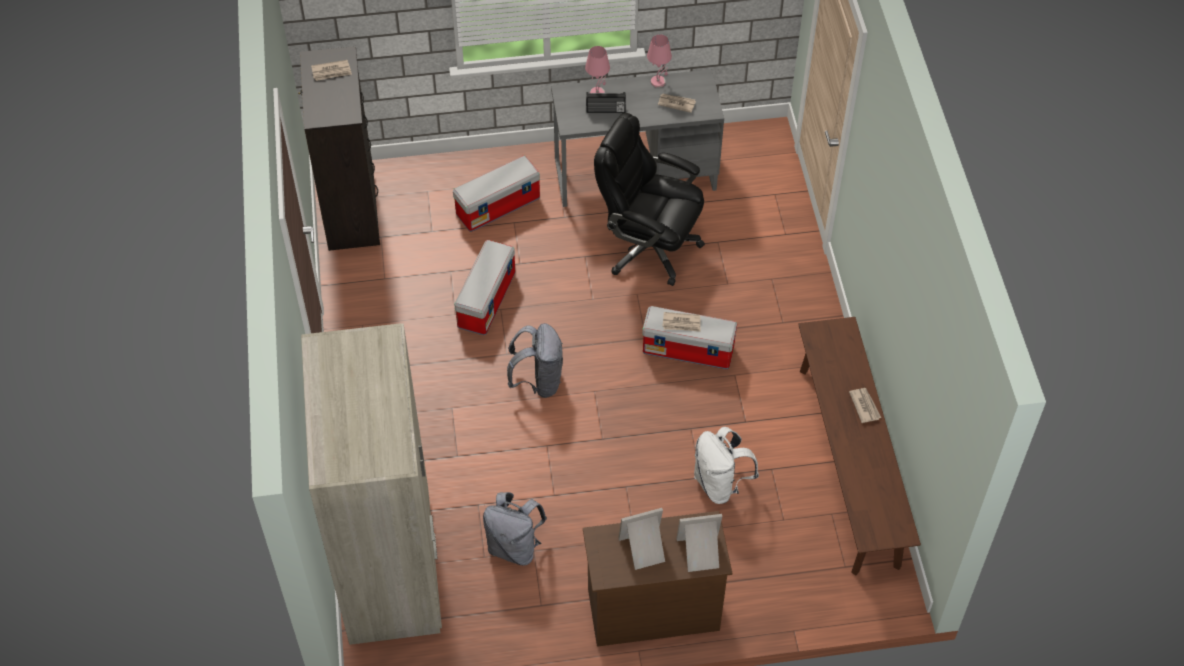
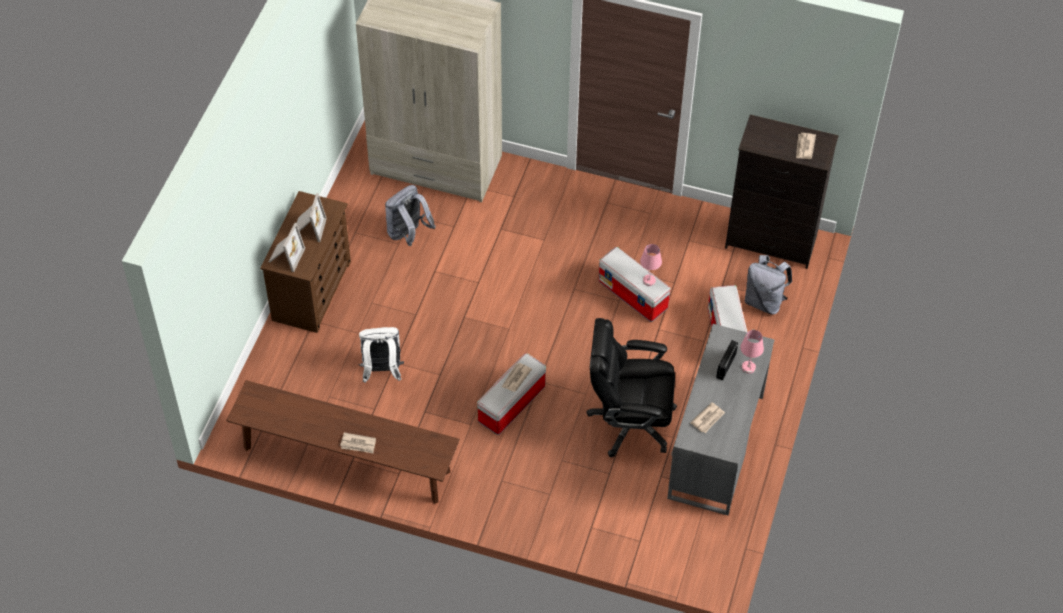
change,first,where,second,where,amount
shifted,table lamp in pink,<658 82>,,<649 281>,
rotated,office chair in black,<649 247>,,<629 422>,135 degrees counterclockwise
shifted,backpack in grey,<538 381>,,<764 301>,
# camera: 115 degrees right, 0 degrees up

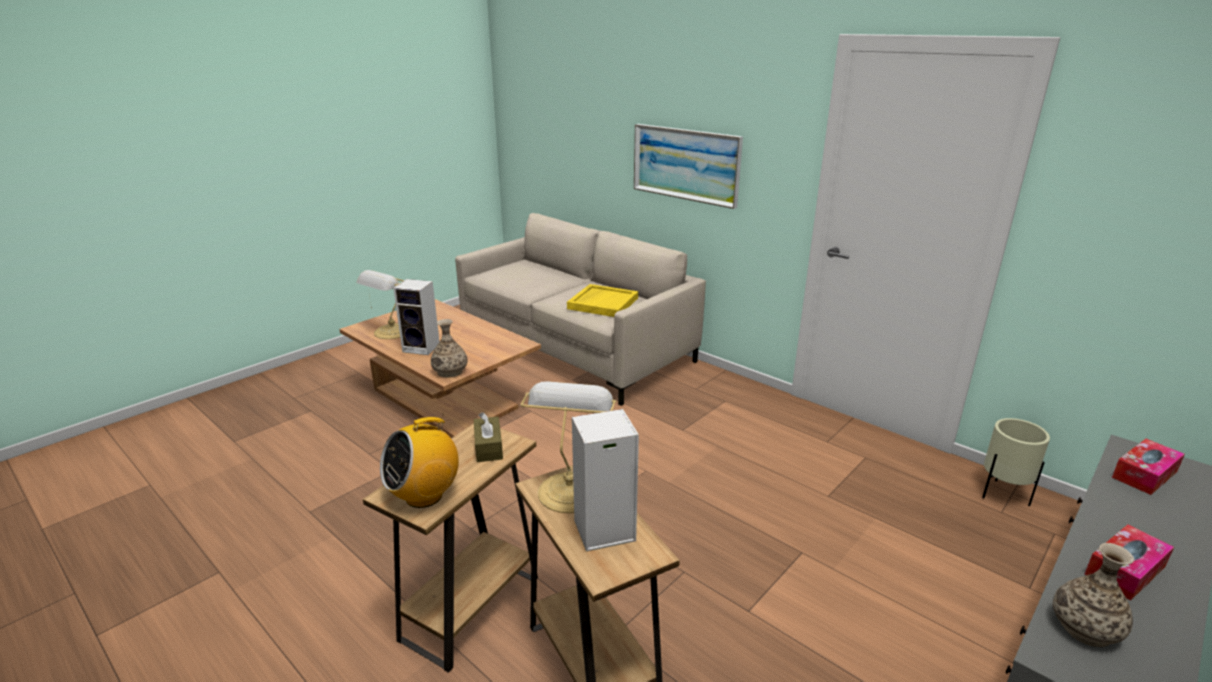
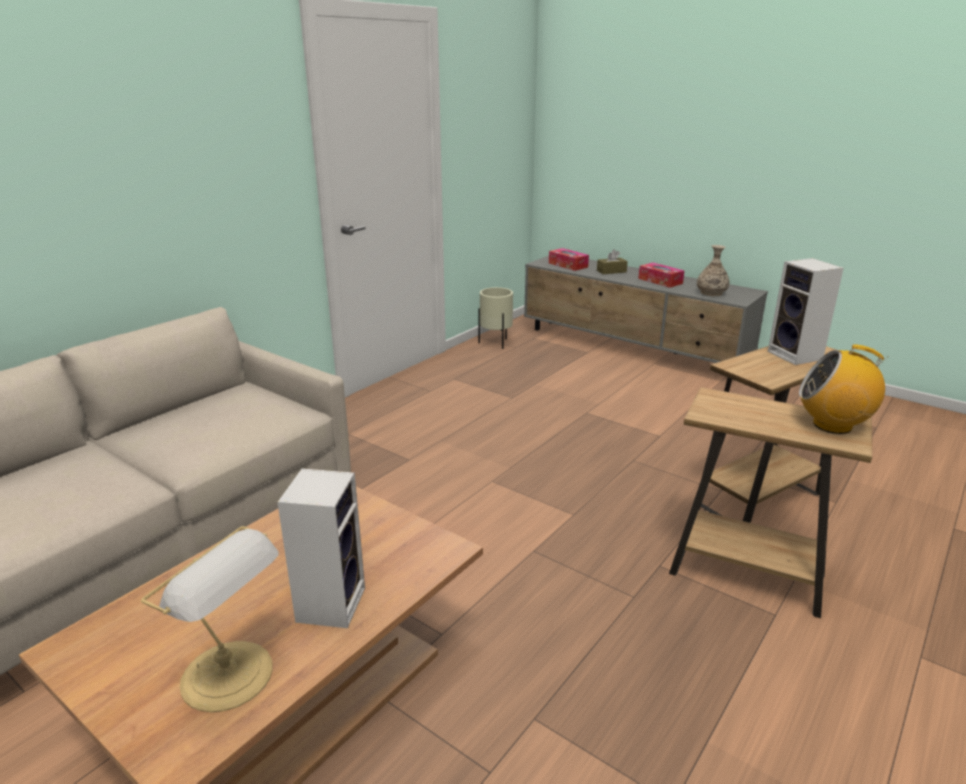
change,first,where,second,where,amount
gone,picture,<686 164>,,,
gone,tray in yellow,<602 303>,,,
gone,vase,<450 371>,,,
gone,table lamp,<570 489>,,,
shifted,tissue box in brown,<488 447>,,<611 271>,
rotated,radio,<424 495>,,<833 425>,150 degrees clockwise
# camera: 95 degrees left, 0 degrees up

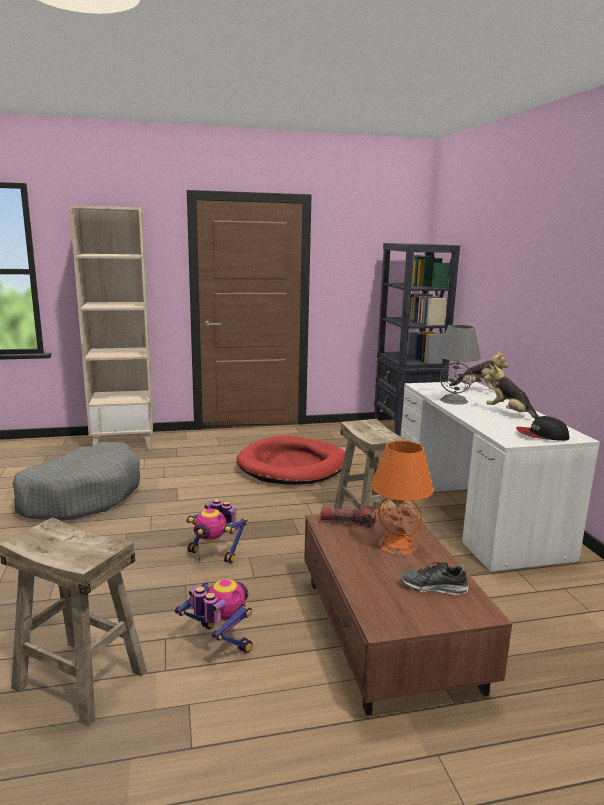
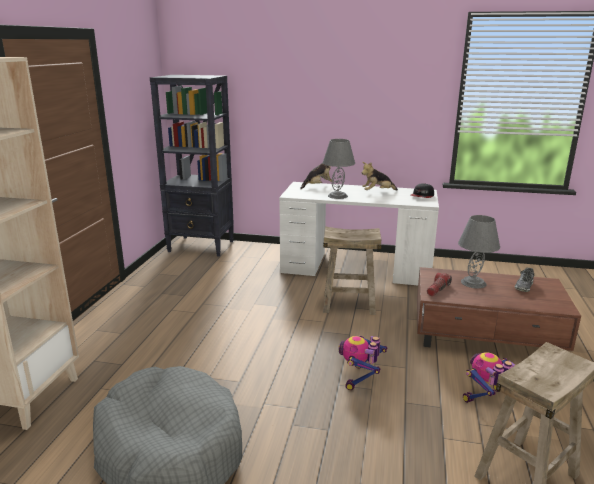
change,first,where,second,where,amount
gone,dog bed in red,<293 465>,,,
repainted,table lamp in orange,<397 545>,table lamp in grey,<473 283>,
rotated,toy robot,<215 553>,,<360 378>,150 degrees clockwise
# camera: 65 degrees left, 5 degrees up

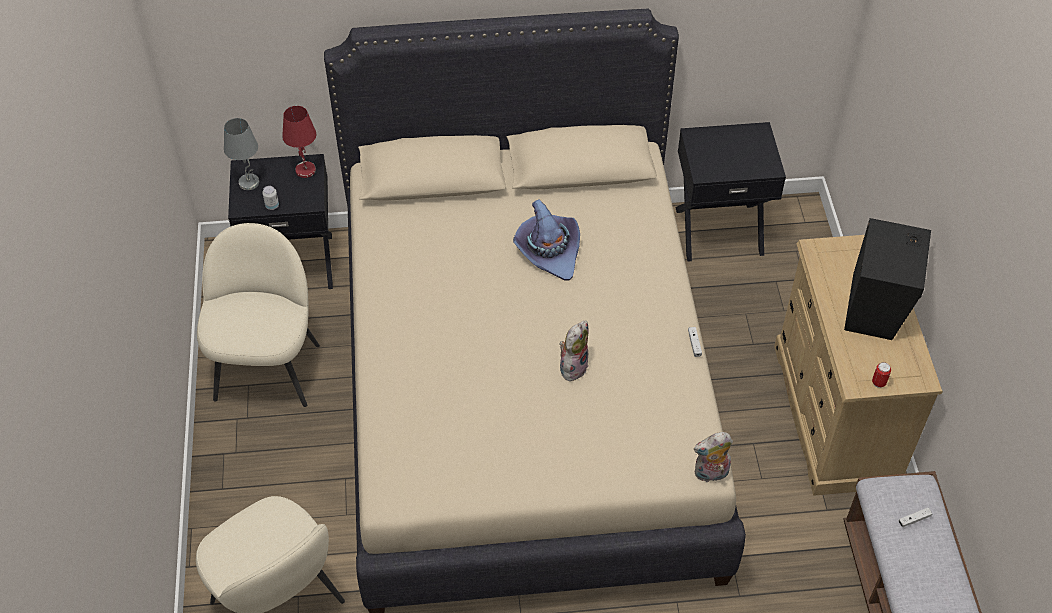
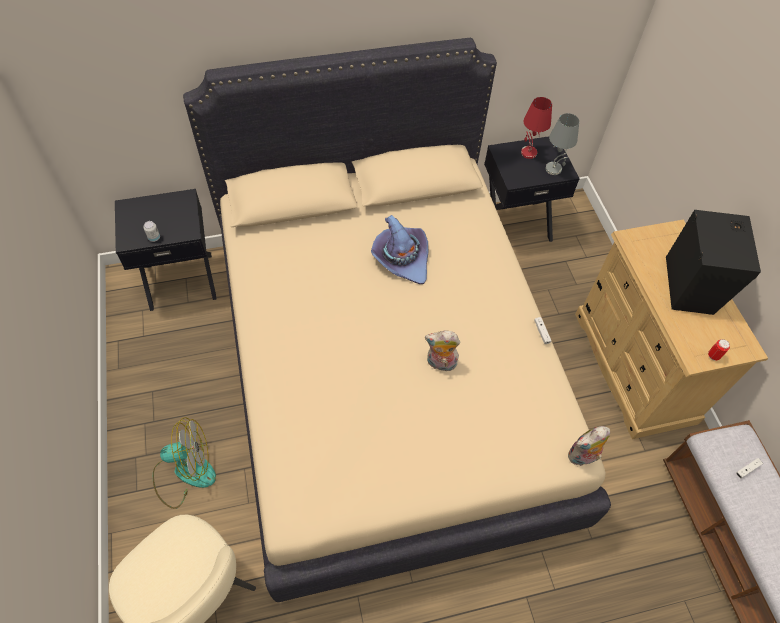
change,first,where,second,where,amount
shifted,table lamp in red,<305 170>,,<528 153>,
shifted,table lamp in grey,<249 183>,,<554 169>,
gone,chair in beige,<268 369>,,,
rotated,plush toy,<572 366>,,<440 364>,105 degrees counterclockwise
new,,,fan,<184 472>,
# camera: 10 degrees left, 5 degrees up

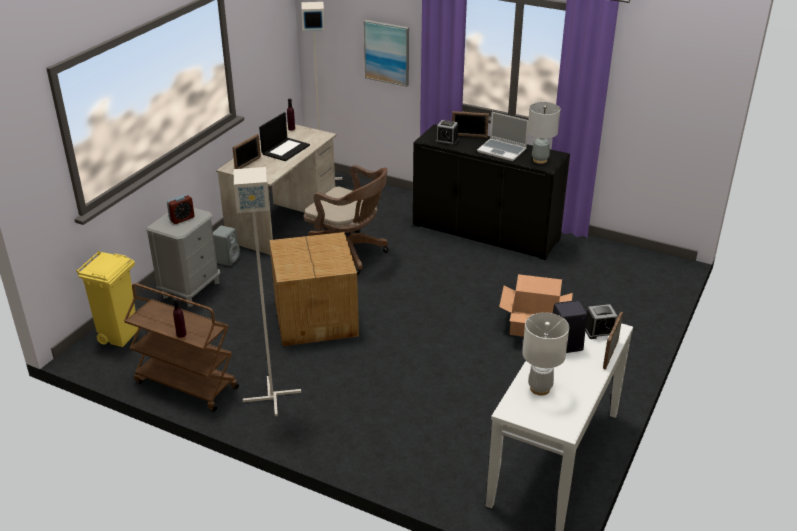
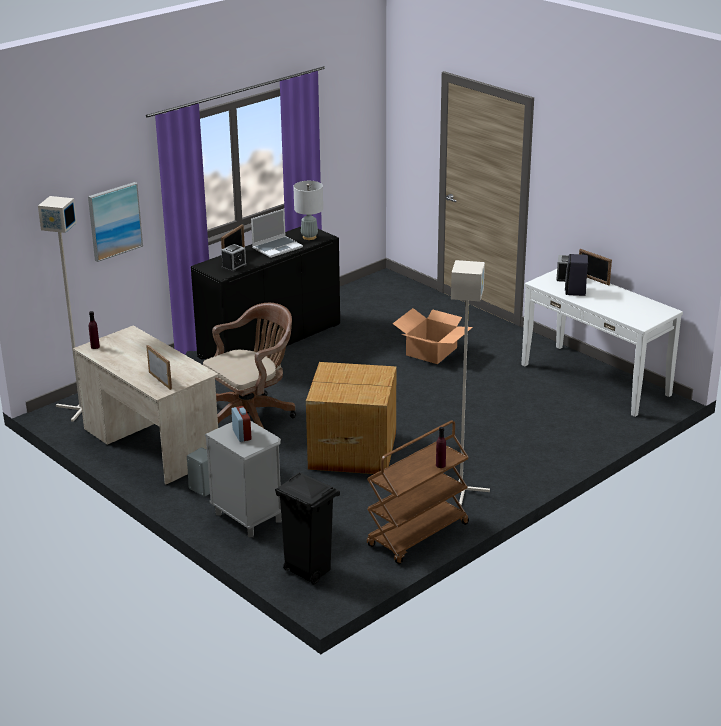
change,first,where,second,where,amount
gone,laptop,<285 149>,,,
repainted,trash can in yellow,<119 336>,trash can in black,<308 571>,
gone,table lamp in white,<540 388>,,,
# camera: 70 degrees left, 5 degrees down

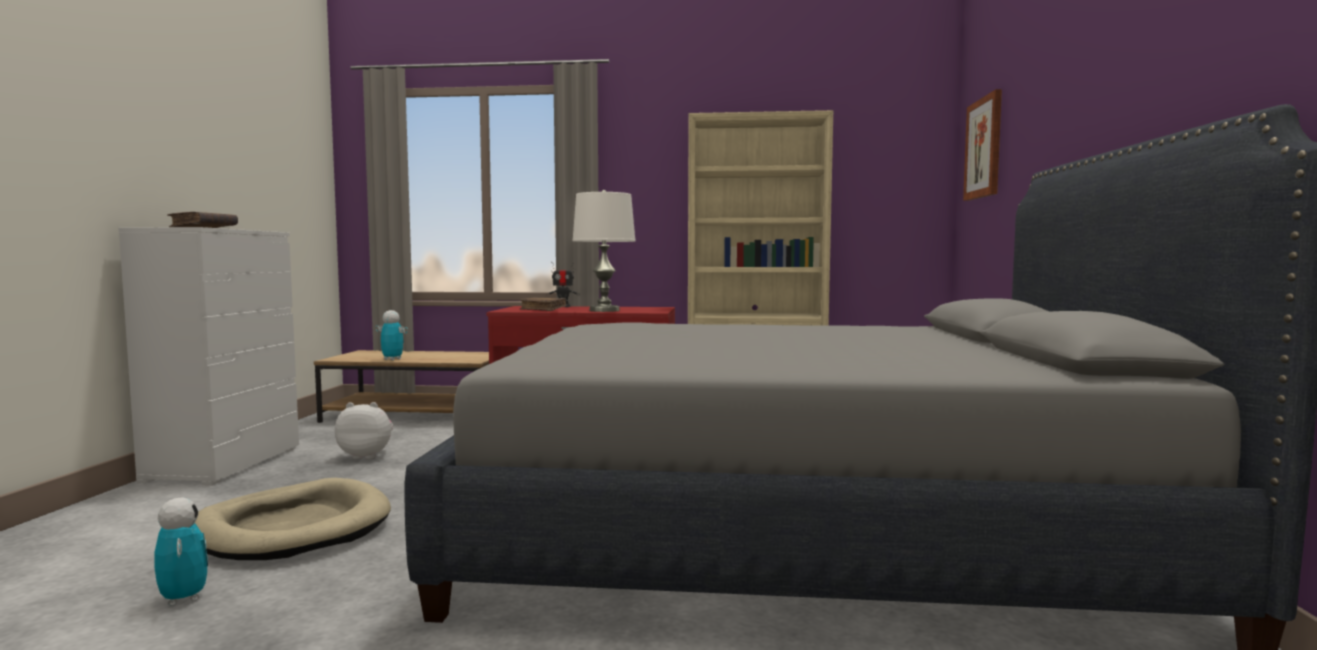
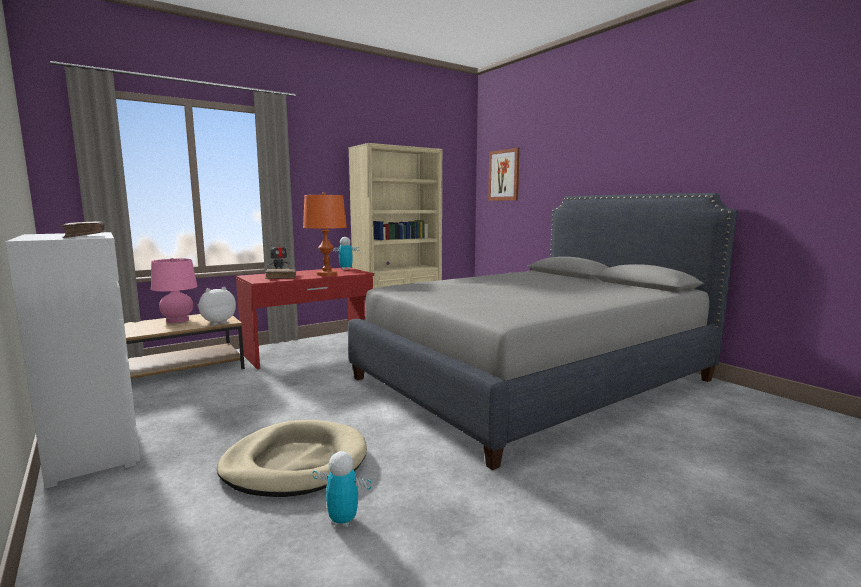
change,first,where,second,where,amount
repainted,table lamp in white,<604 310>,table lamp in orange,<327 274>,
shifted,toy robot,<392 359>,,<345 269>,
shifted,plush toy,<367 456>,,<217 322>,
new,,,table lamp in pink,<177 320>,
# camera: 40 degrees left, 5 degrees up

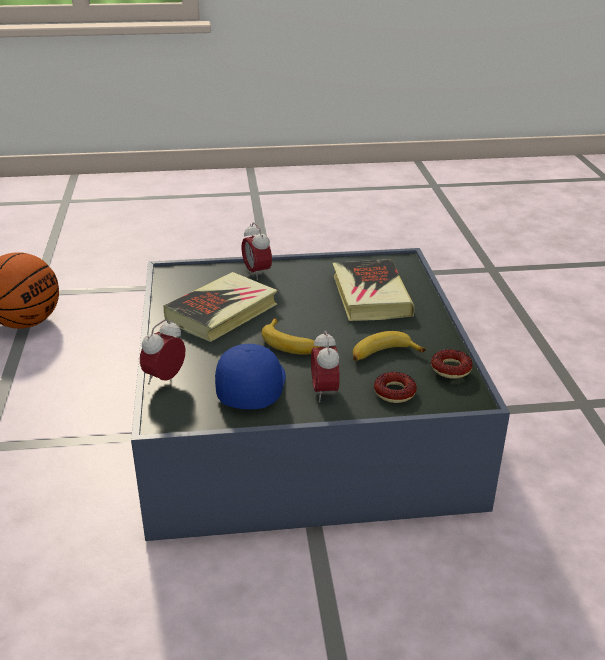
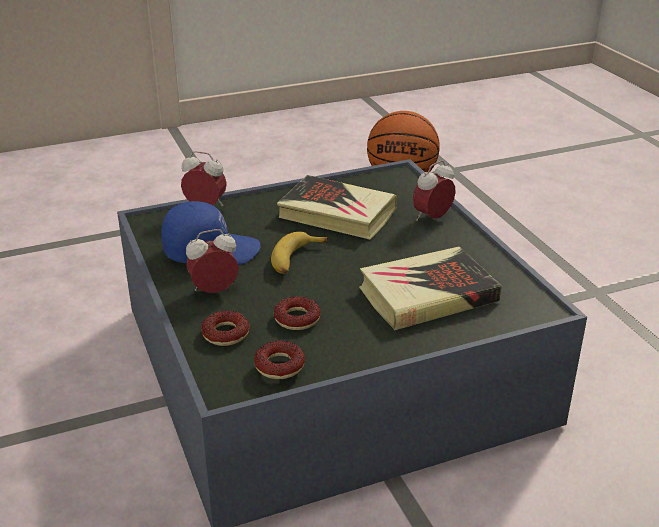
change,first,where,second,where,amount
swapped,banana,<383 355>,donut,<297 318>,
# camera: 75 degrees right, 0 degrees up

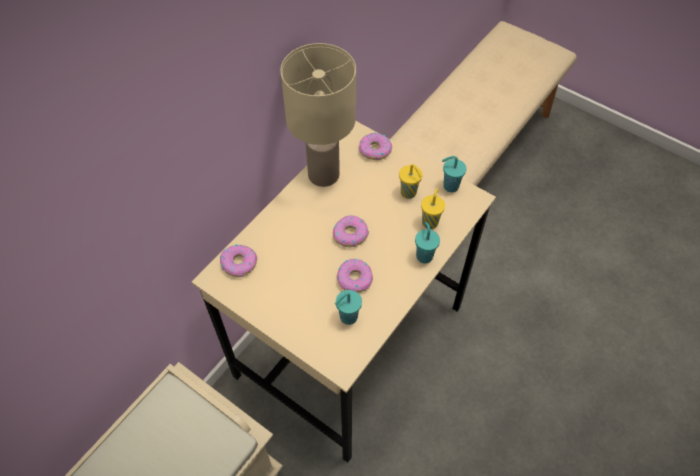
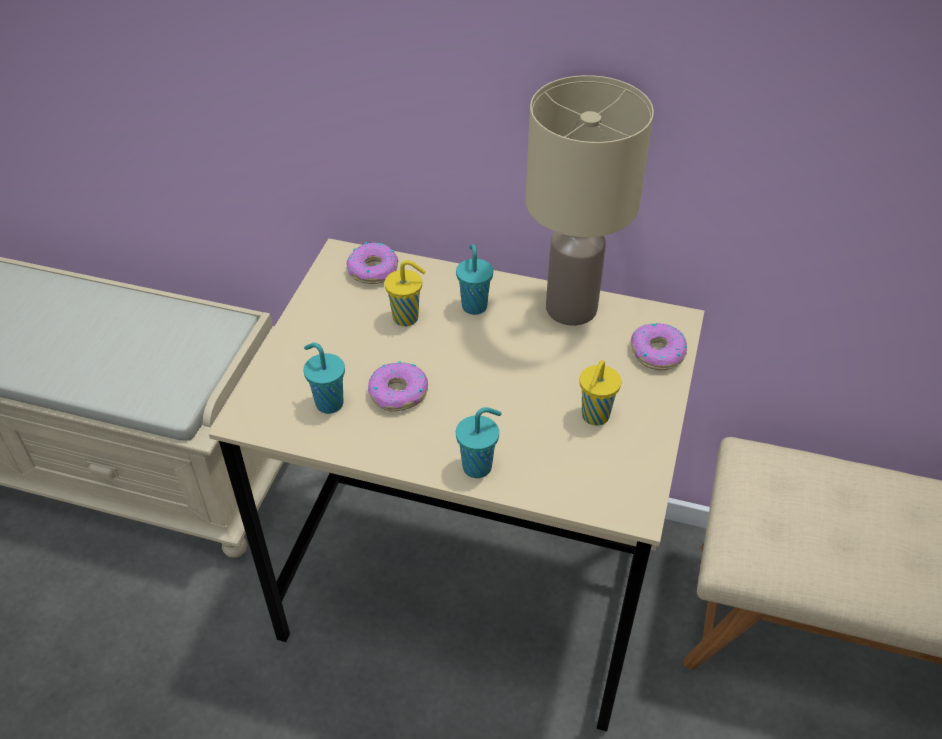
change,first,where,second,where,amount
shifted,cup in turquoise,<449 186>,,<474 305>,
shifted,cup in yellow,<430 221>,,<407 318>,
gone,donut,<350 234>,,,
# camera: 70 degrees right, 10 degrees down

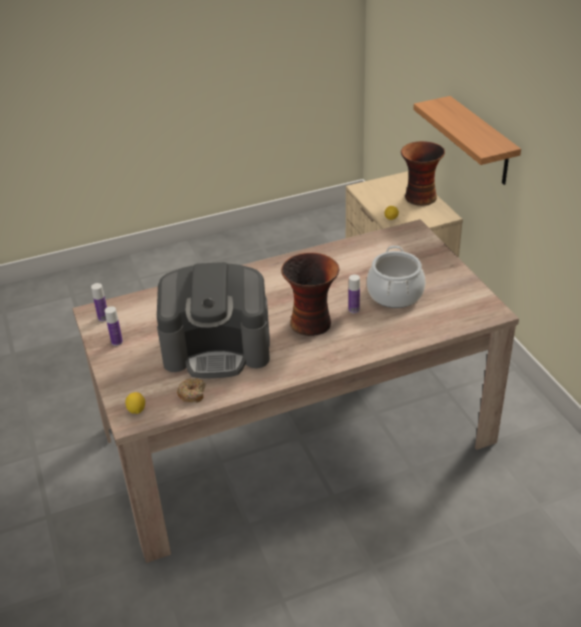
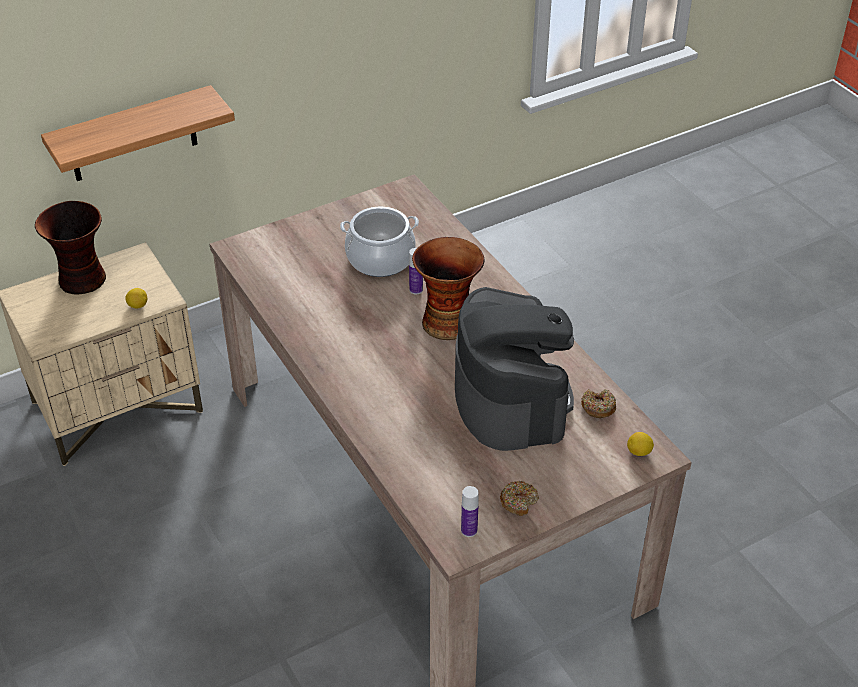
change,first,where,second,where,amount
swapped,bottle,<117 342>,donut,<518 502>,
# camera: 100 degrees left, 5 degrees up

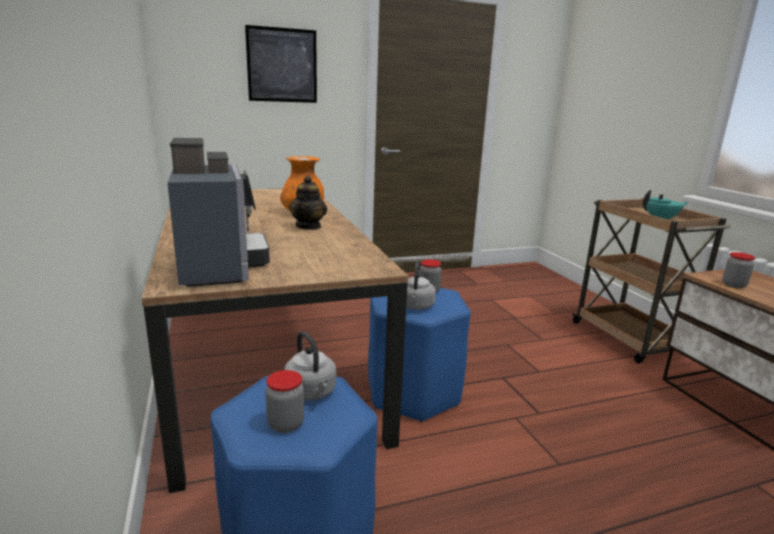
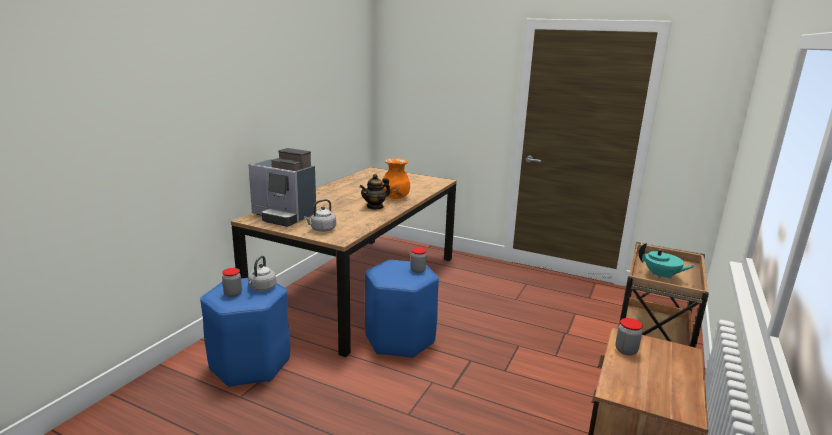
change,first,where,second,where,amount
gone,picture,<282 65>,,,
rotated,coffee machine,<221 266>,,<284 216>,90 degrees clockwise
shifted,kettle in grey,<416 306>,,<322 229>,
# camera: 45 degrees right, 0 degrees up

